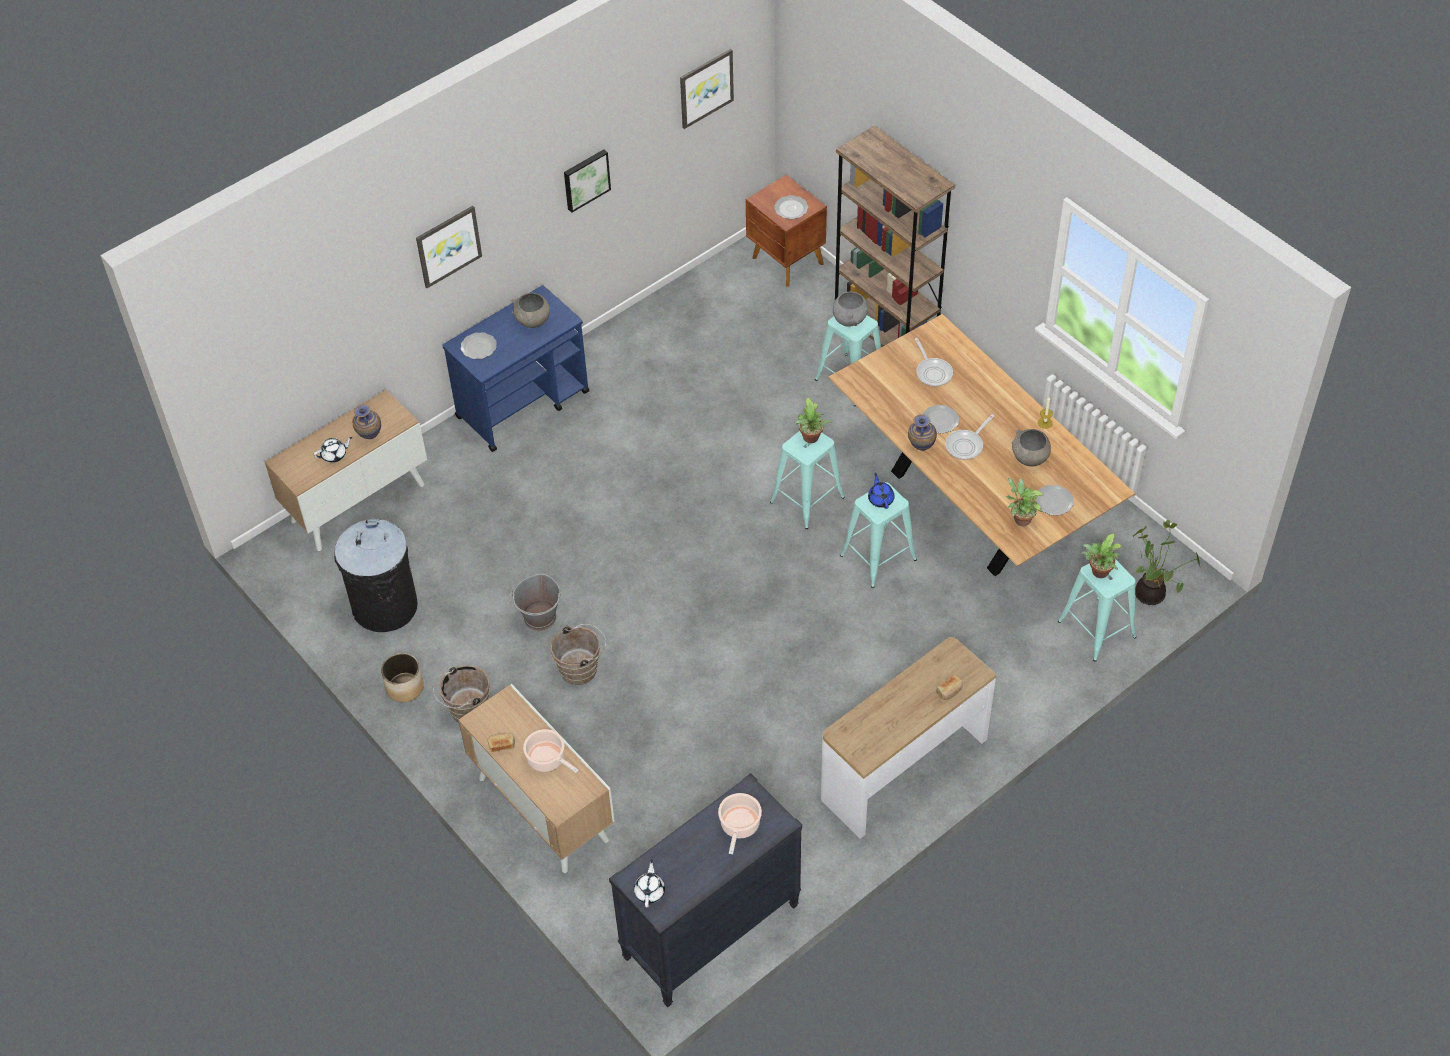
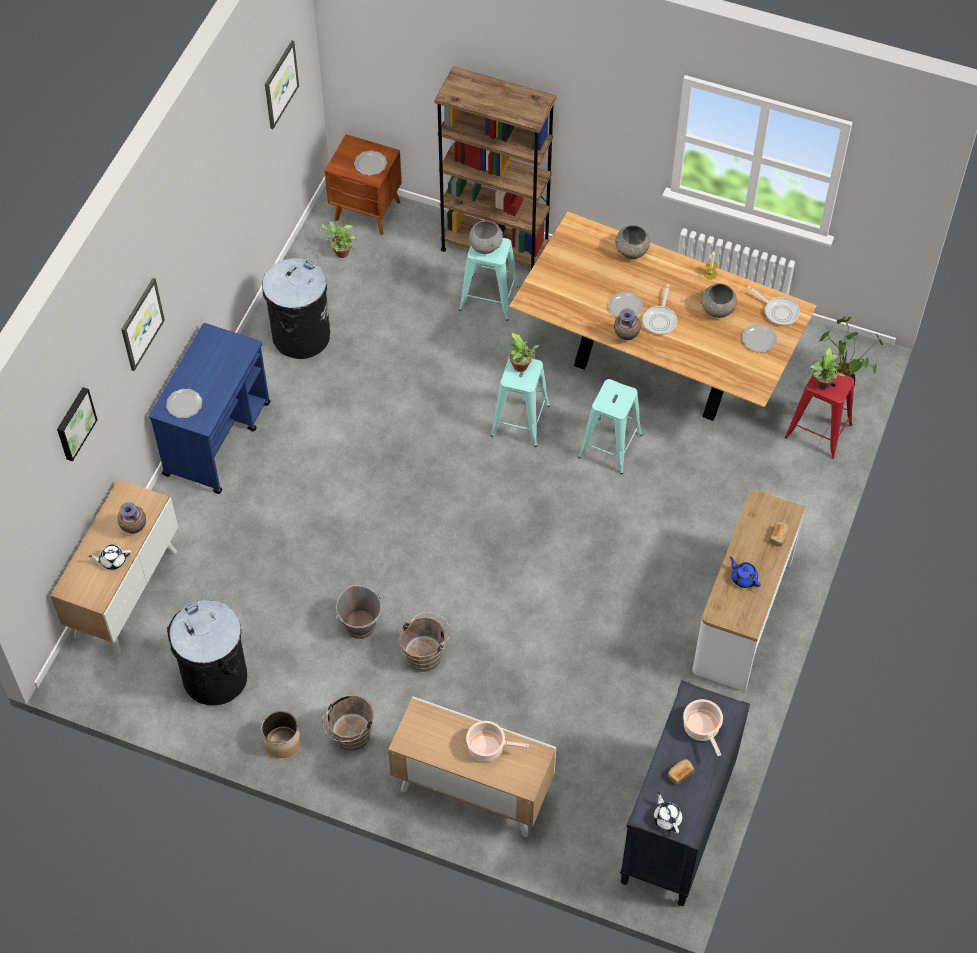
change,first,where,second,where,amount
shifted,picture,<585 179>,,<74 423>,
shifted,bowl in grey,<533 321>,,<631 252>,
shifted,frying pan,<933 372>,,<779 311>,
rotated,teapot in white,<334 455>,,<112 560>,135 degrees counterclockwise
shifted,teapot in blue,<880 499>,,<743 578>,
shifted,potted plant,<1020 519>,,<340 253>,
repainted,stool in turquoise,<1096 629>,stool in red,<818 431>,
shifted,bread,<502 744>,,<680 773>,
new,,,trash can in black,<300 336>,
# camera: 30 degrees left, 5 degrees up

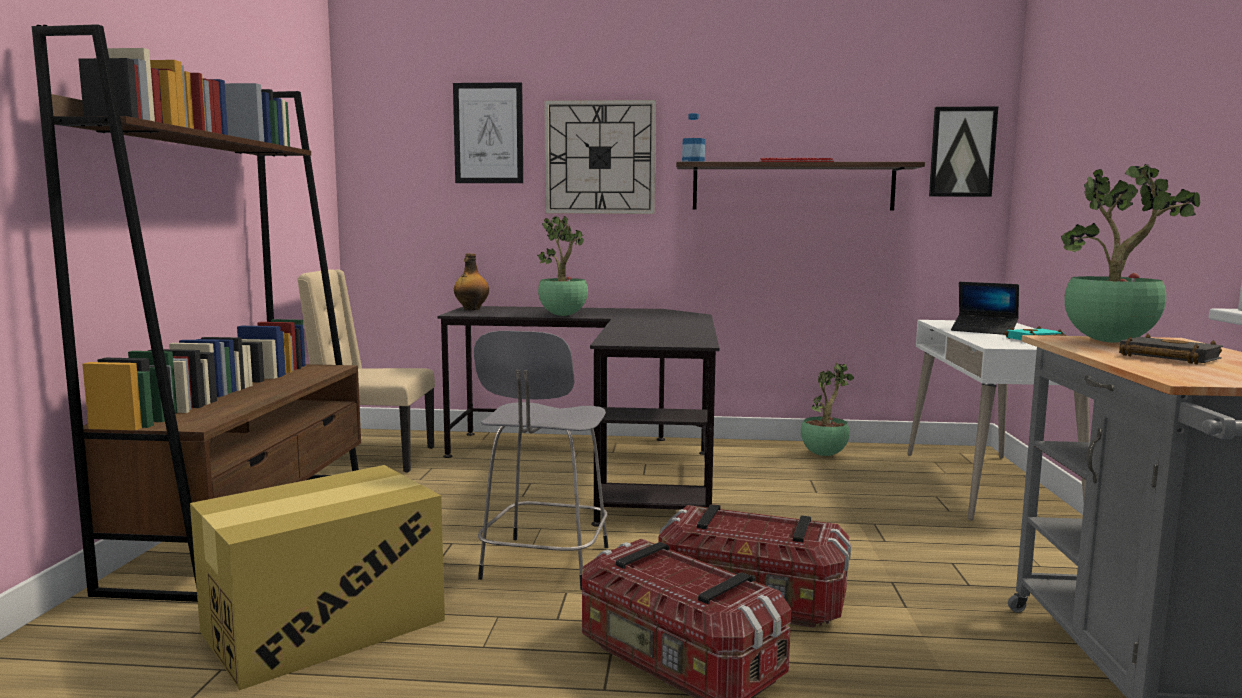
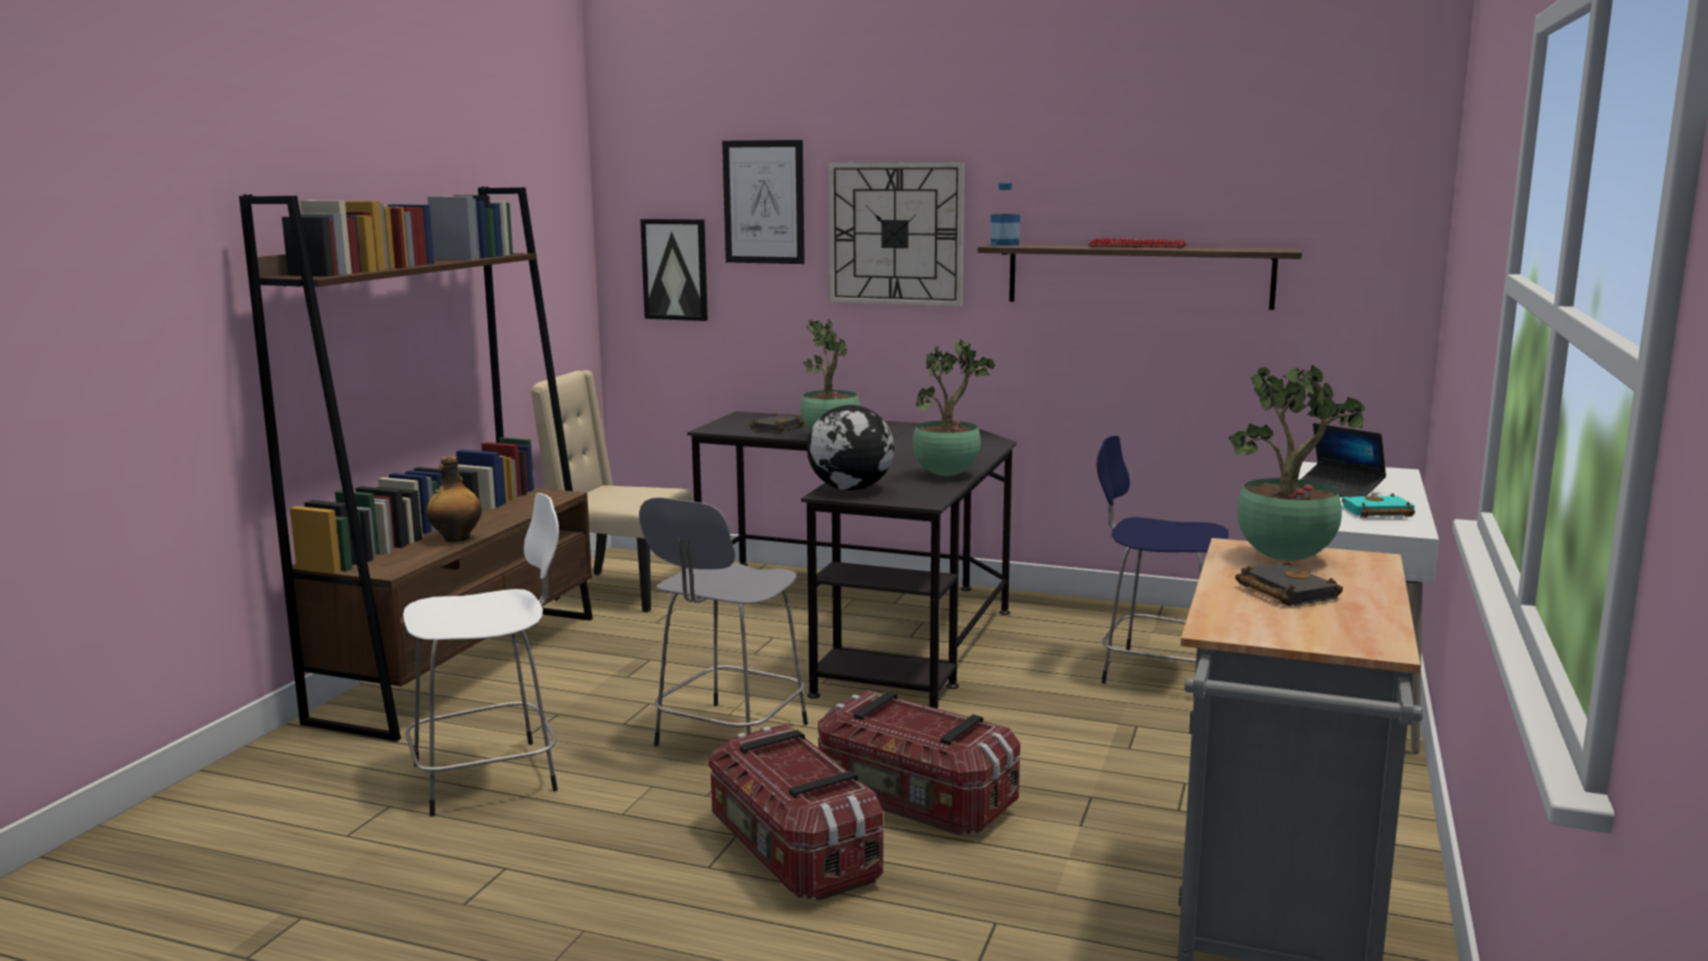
change,first,where,second,where,amount
shifted,picture,<962 152>,,<675 269>,
shifted,bottle,<471 309>,,<456 539>,
shifted,potted plant,<824 454>,,<947 475>,
swapped,cardboard box,<325 625>,stool in white,<491 776>,
new,,,globe,<851 489>,
new,,,book in black,<776 427>,
new,,,stool in blue,<1158 673>,
# camera: 15 degrees right, 5 degrees up

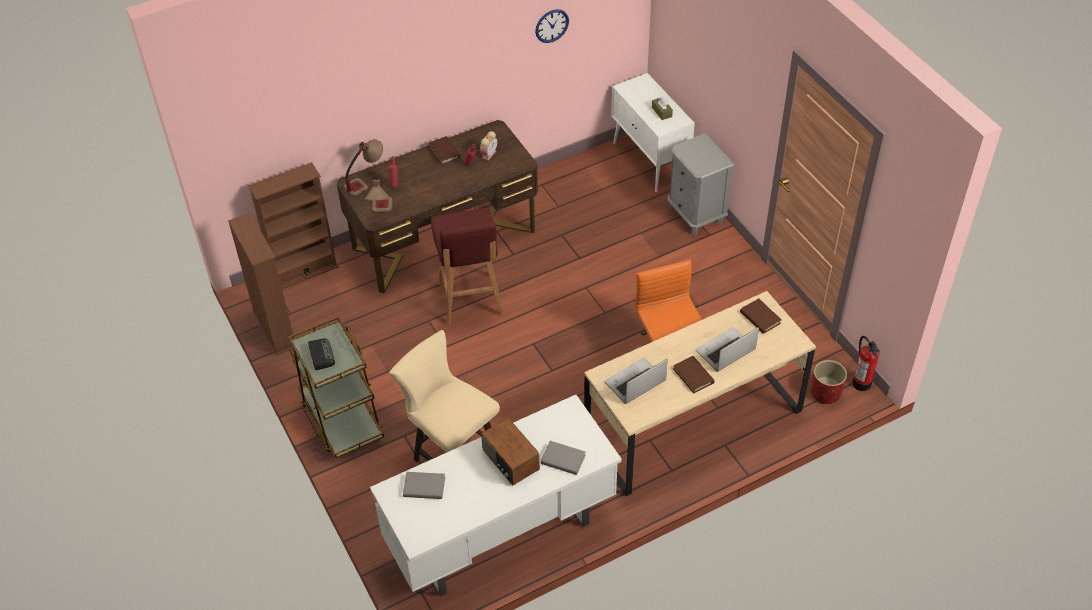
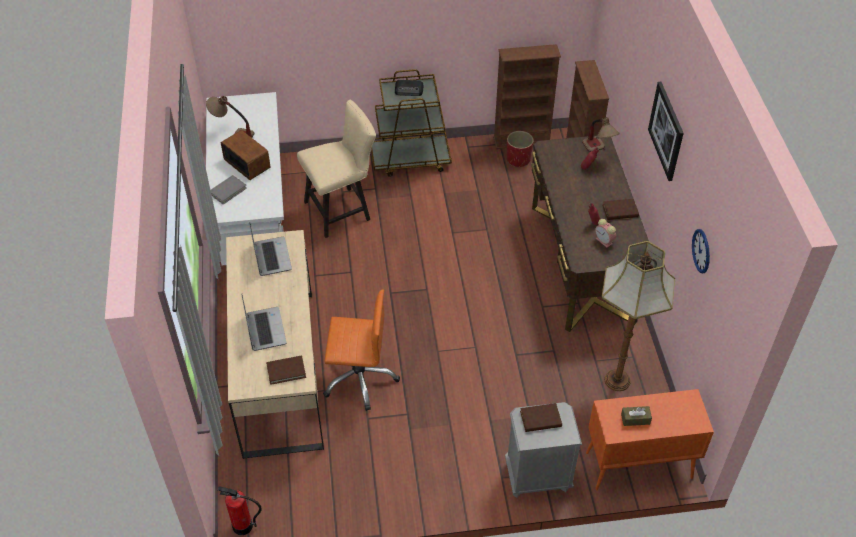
change,first,where,second,where,amount
repainted,cabinet in white,<650 162>,cabinet in orange,<637 465>,
shifted,table lamp,<382 214>,,<232 134>,
gone,stool in red,<470 300>,,,
shifted,book in brown,<693 376>,,<540 419>,
shifted,planter in red,<825 393>,,<518 159>,
rotated,radio,<510 460>,,<247 163>,60 degrees clockwise
gone,book in grey,<424 487>,,,
new,,,picture,<667 131>,
new,,,floor lamp,<616 379>,
# camera: 110 degrees right, 0 degrees up

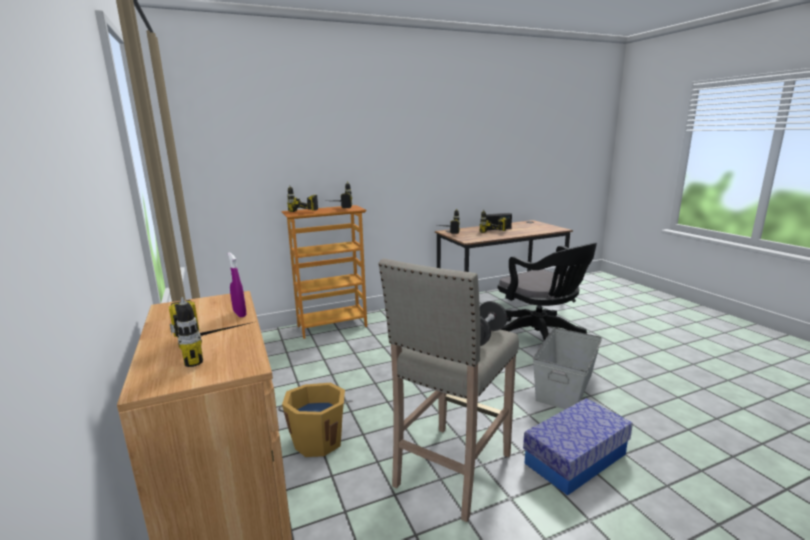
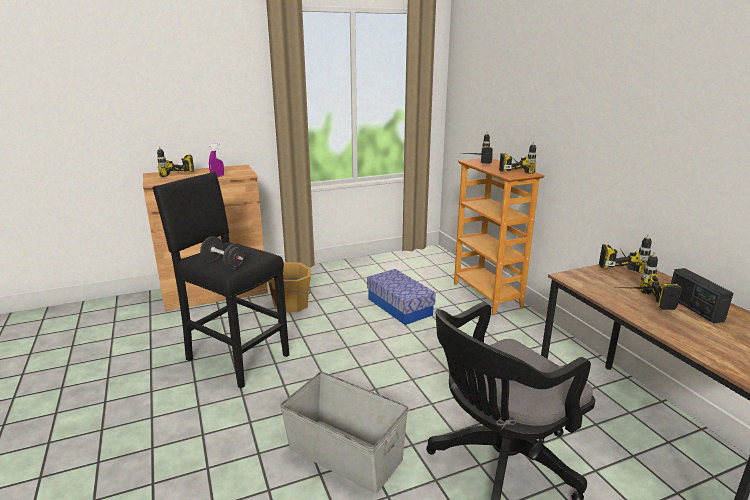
change,first,where,second,where,amount
repainted,stool in beige,<451 471>,stool in black,<236 357>,
shifted,storage box,<575 458>,,<399 307>,
# camera: 90 degrees right, 5 degrees up

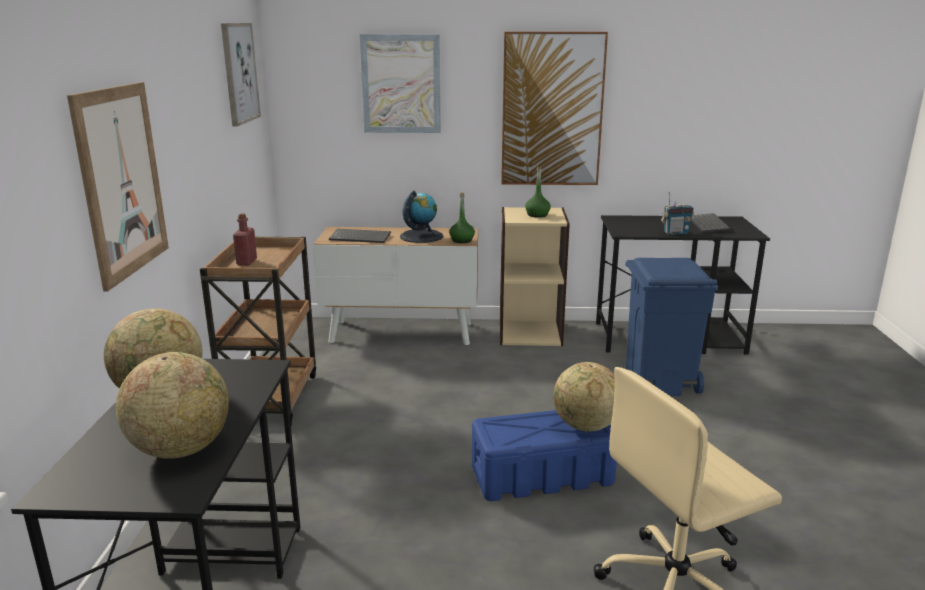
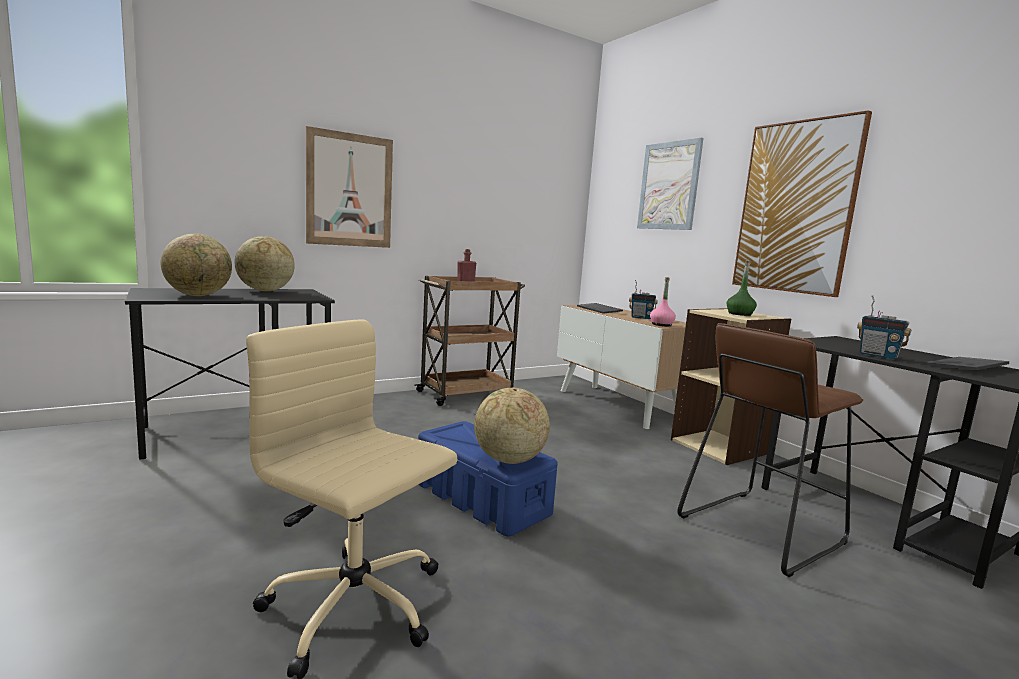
change,first,where,second,where,amount
gone,picture,<239 73>,,,
swapped,globe,<421 236>,radio,<641 318>,
repainted,bottle in green,<462 240>,bottle in pink,<661 325>,
swapped,trash can in blue,<658 381>,stool in brown,<760 529>,
# camera: 55 degrees right, 10 degrees down

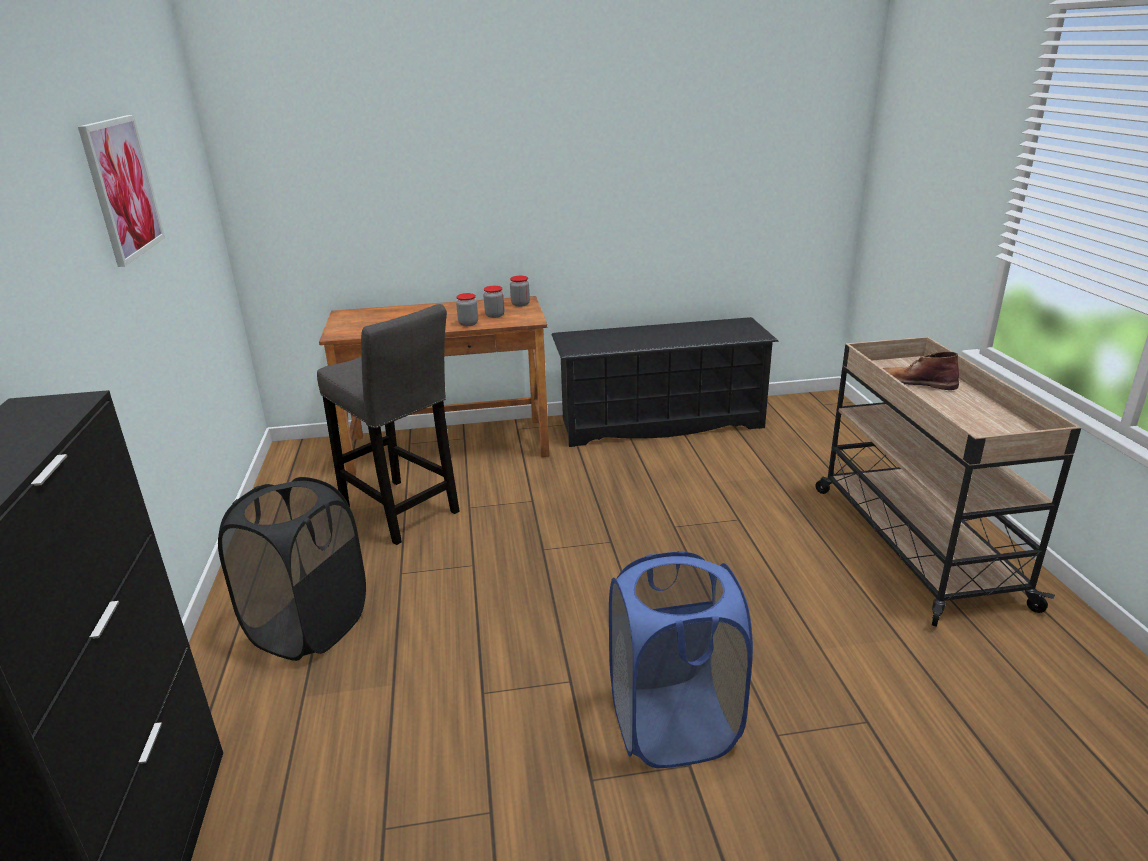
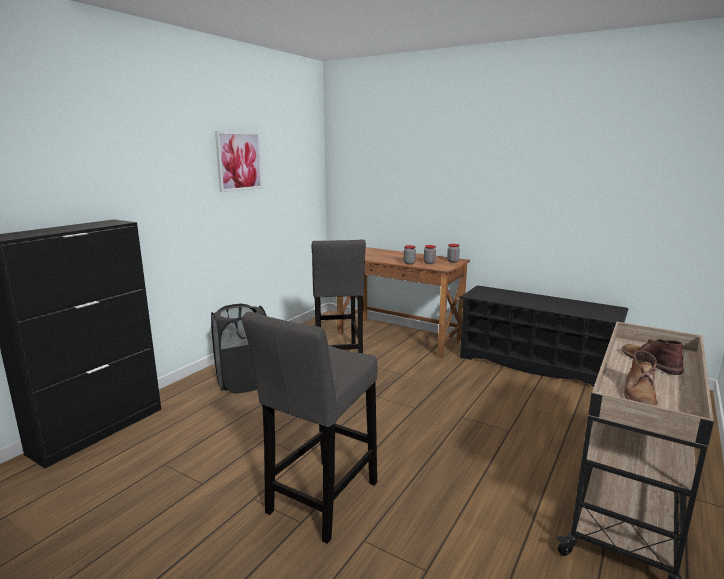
change,first,where,second,where,amount
swapped,laundry basket in blue,<673 725>,stool in grey,<320 501>,
new,,,boot in brown,<639 394>,
# camera: 40 degrees right, 10 degrees down

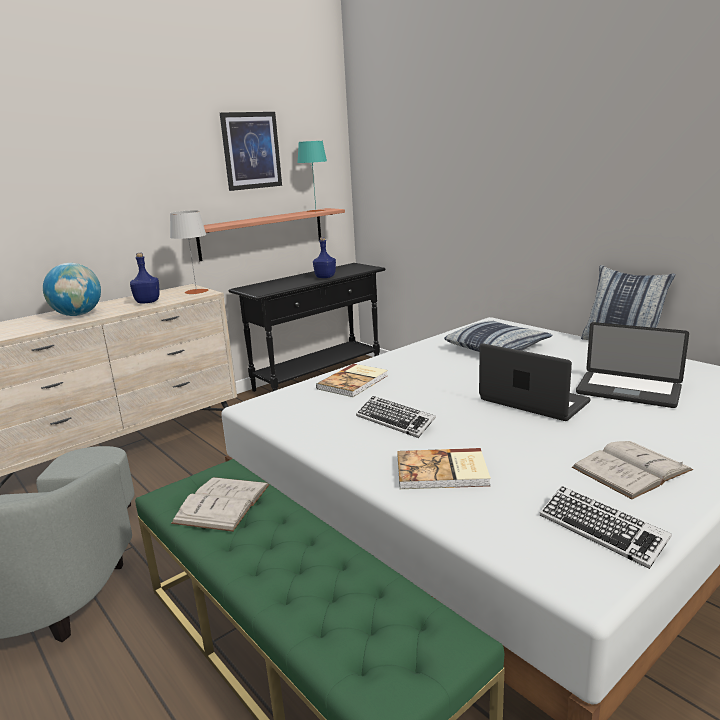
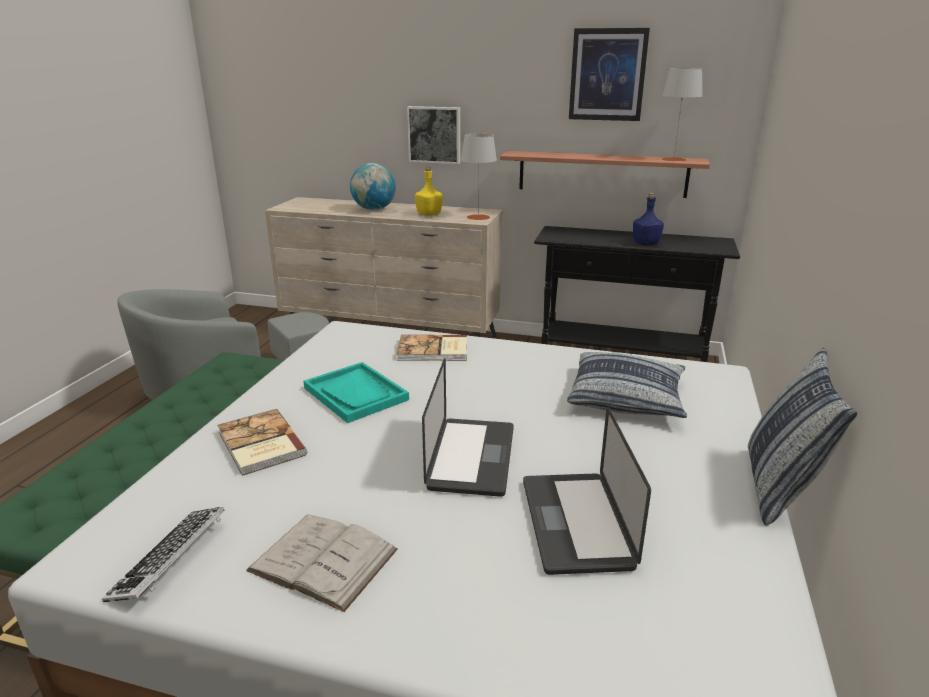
change,first,where,second,where,amount
repainted,table lamp in turquoise,<316 211>,table lamp in grey,<673 159>,
repainted,bottle in blue,<147 302>,bottle in yellow,<428 214>,
swapped,keyboard,<395 421>,tray in turquoise,<356 394>,
gone,book in white,<222 503>,,,
new,,,picture,<434 134>,
# camera: 55 degrees right, 5 degrees up

